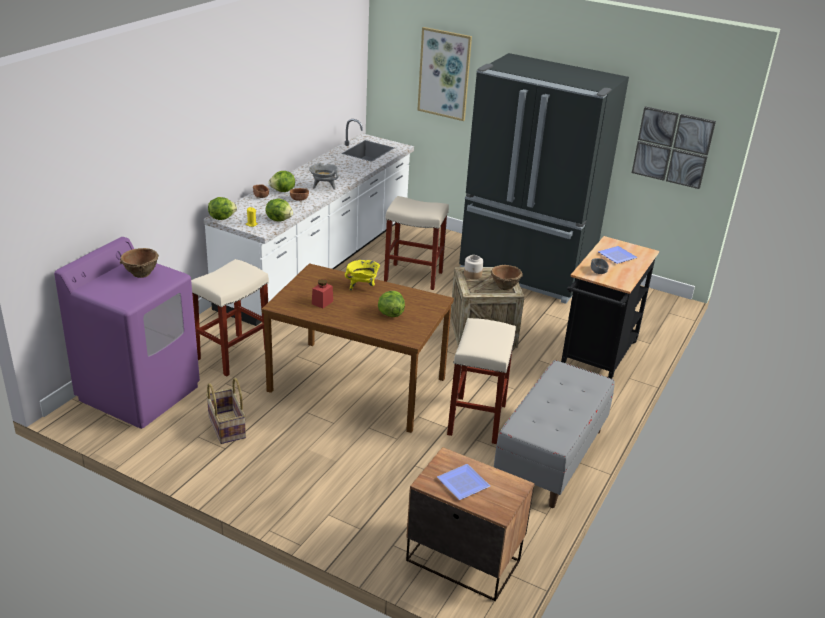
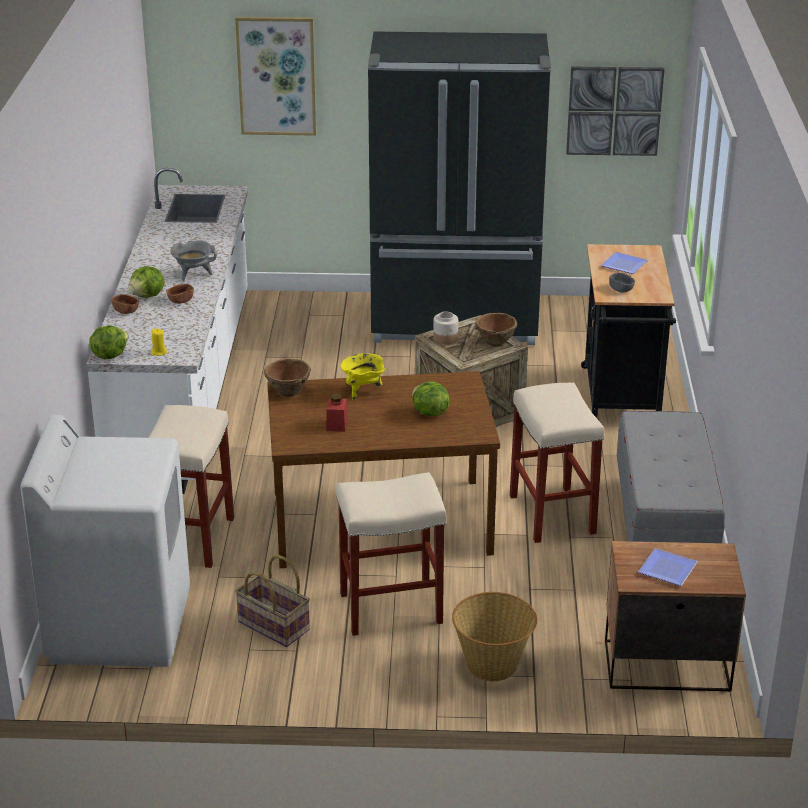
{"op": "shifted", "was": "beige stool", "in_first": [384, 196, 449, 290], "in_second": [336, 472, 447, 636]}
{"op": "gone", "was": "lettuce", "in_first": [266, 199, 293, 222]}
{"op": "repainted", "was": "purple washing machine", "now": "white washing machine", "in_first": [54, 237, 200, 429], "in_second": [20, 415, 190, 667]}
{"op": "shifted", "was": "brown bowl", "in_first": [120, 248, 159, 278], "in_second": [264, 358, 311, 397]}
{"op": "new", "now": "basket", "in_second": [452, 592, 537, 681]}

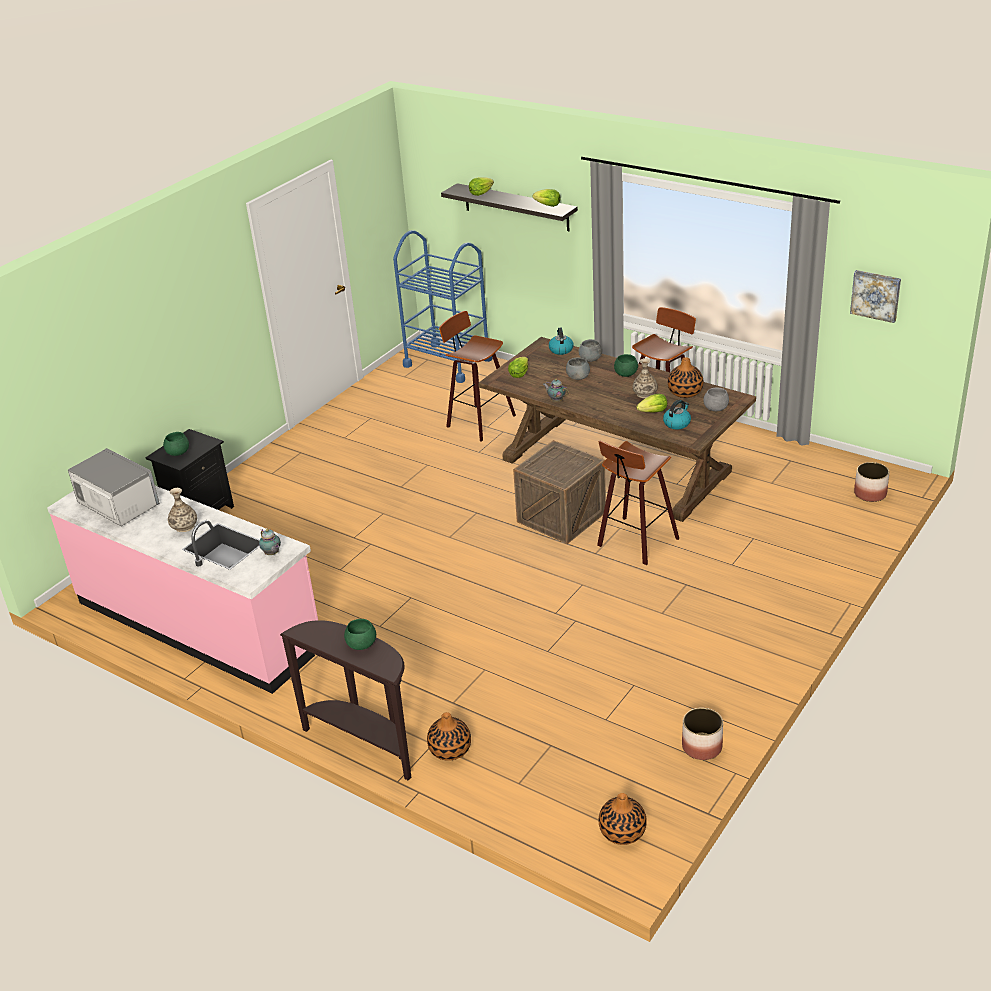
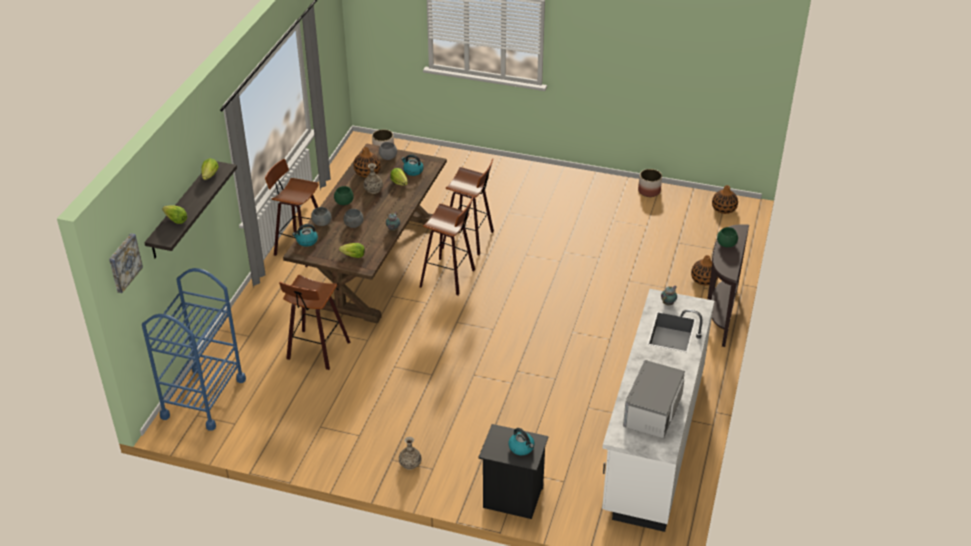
{"op": "shifted", "was": "picture", "in_first": [850, 270, 901, 323], "in_second": [109, 233, 143, 293]}
{"op": "swapped", "was": "green bowl", "now": "kettle", "in_first": [163, 432, 189, 456], "in_second": [508, 428, 535, 455]}
{"op": "swapped", "was": "crate", "now": "stool", "in_first": [513, 440, 606, 544], "in_second": [420, 196, 475, 296]}
{"op": "repainted", "was": "pink counter", "now": "white counter", "in_first": [47, 486, 318, 694], "in_second": [602, 289, 714, 532]}
{"op": "shifted", "was": "vase", "in_first": [168, 488, 197, 532], "in_second": [399, 437, 422, 470]}

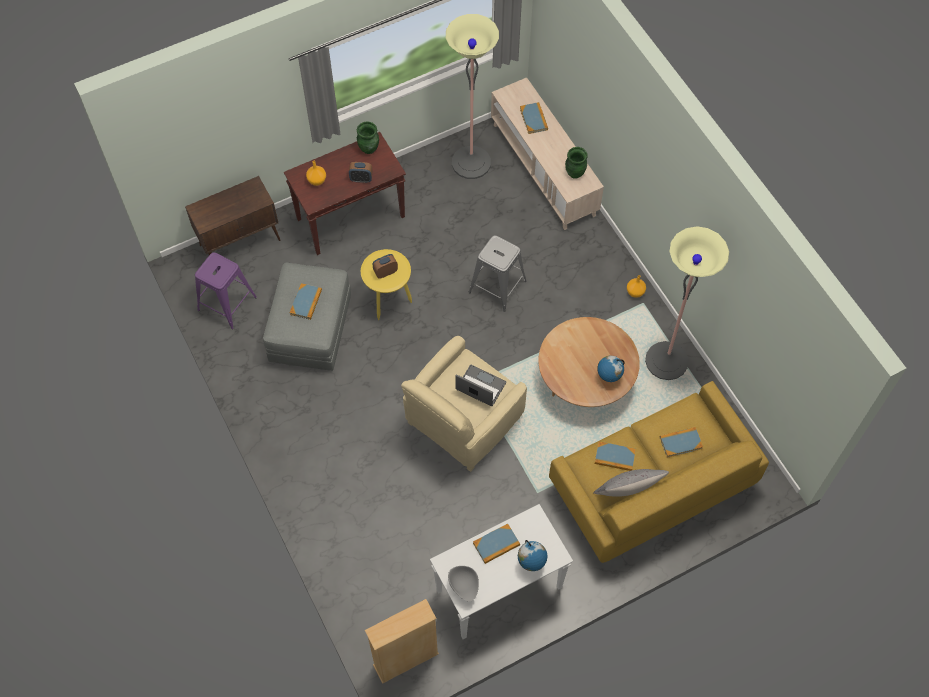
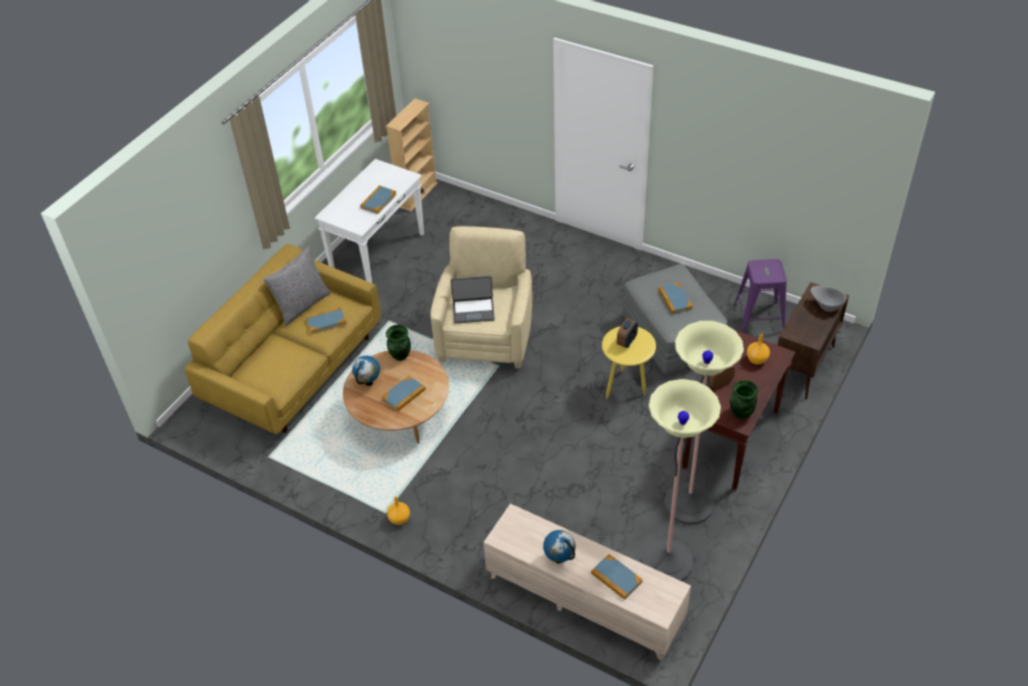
{"op": "shifted", "was": "green vase", "in_first": [565, 147, 588, 179], "in_second": [386, 324, 411, 361]}
{"op": "shifted", "was": "floor lamp", "in_first": [645, 226, 729, 380], "in_second": [665, 321, 744, 524]}
{"op": "gone", "was": "grey stool", "in_first": [469, 235, 527, 312]}
{"op": "shifted", "was": "book", "in_first": [660, 427, 703, 458], "in_second": [382, 376, 426, 412]}
{"op": "shifted", "was": "globe", "in_first": [518, 540, 547, 571], "in_second": [543, 530, 576, 564]}
{"op": "shifted", "was": "grey bowl", "in_first": [448, 566, 479, 602], "in_second": [811, 286, 846, 312]}

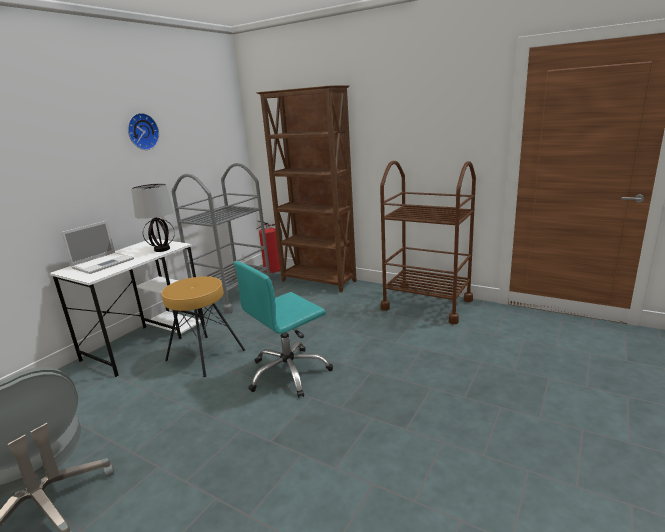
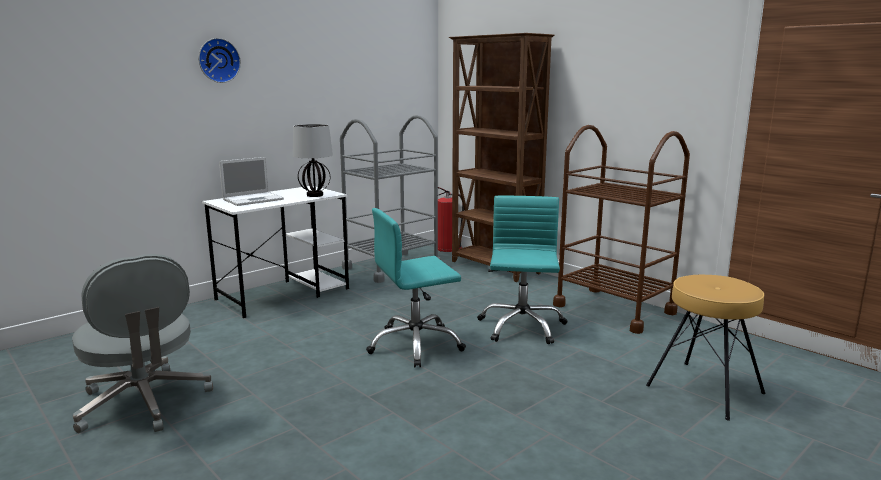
{"op": "shifted", "was": "wall clock", "in_first": [128, 113, 159, 150], "in_second": [199, 38, 241, 83]}
{"op": "shifted", "was": "brown stool", "in_first": [161, 276, 245, 377], "in_second": [646, 275, 766, 421]}
{"op": "new", "now": "turquoise office chair", "in_second": [477, 196, 568, 344]}

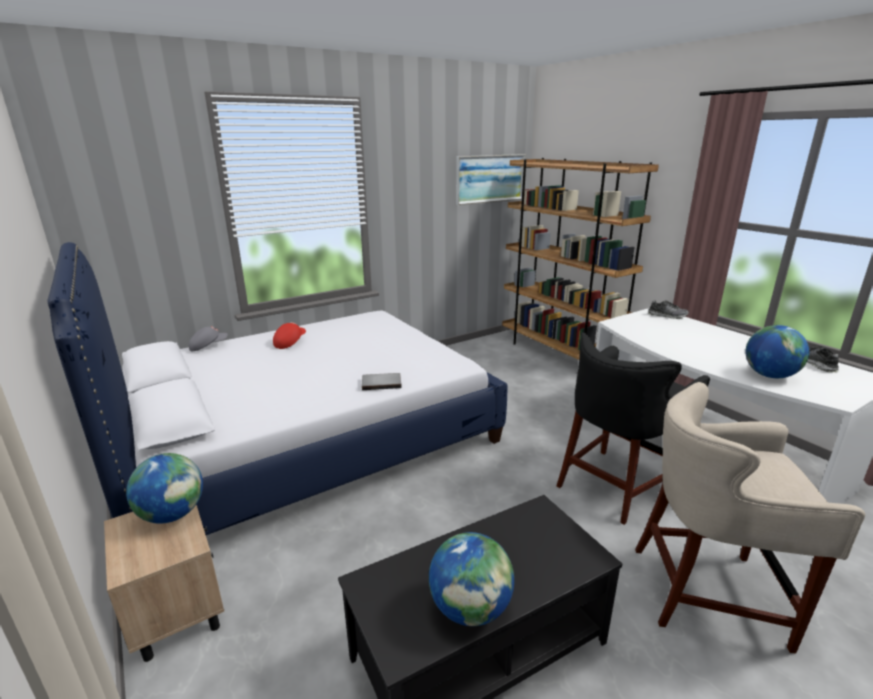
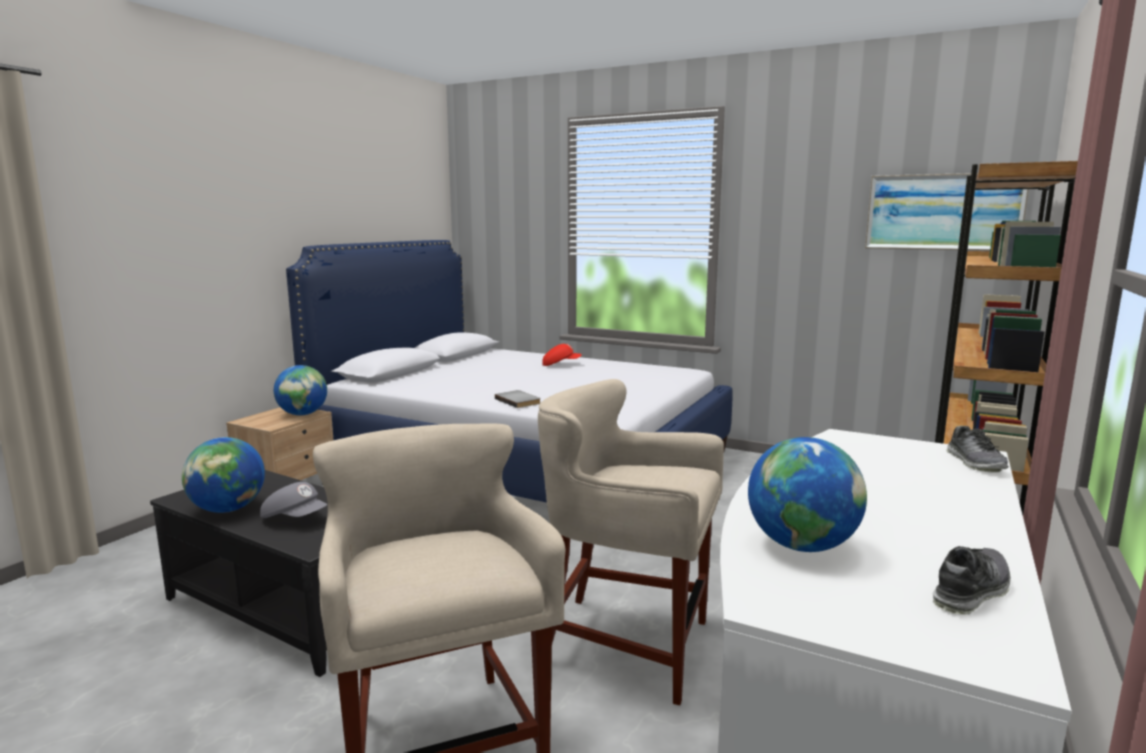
{"op": "shifted", "was": "grey cap", "in_first": [189, 326, 228, 351], "in_second": [260, 482, 328, 518]}
{"op": "repainted", "was": "black stool", "now": "beige stool", "in_first": [556, 332, 710, 525], "in_second": [538, 379, 724, 705]}

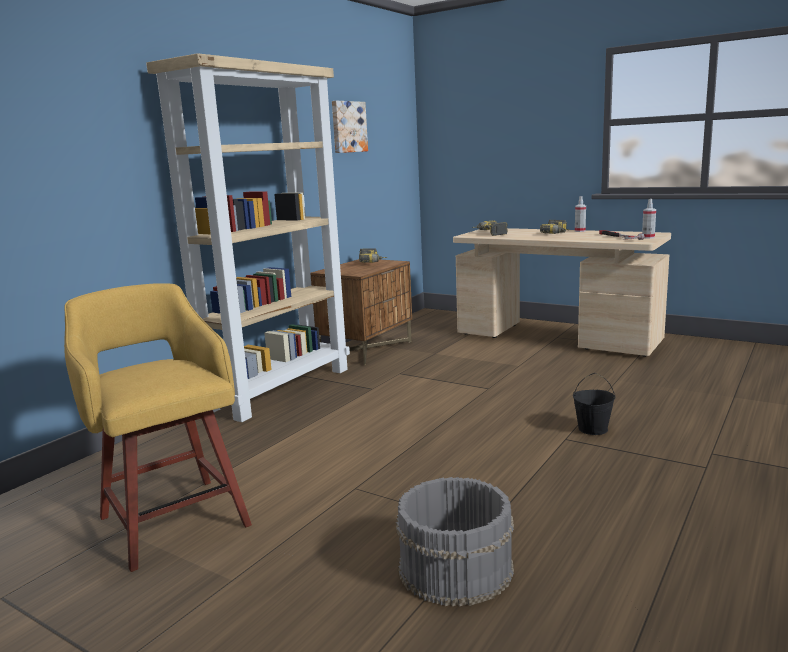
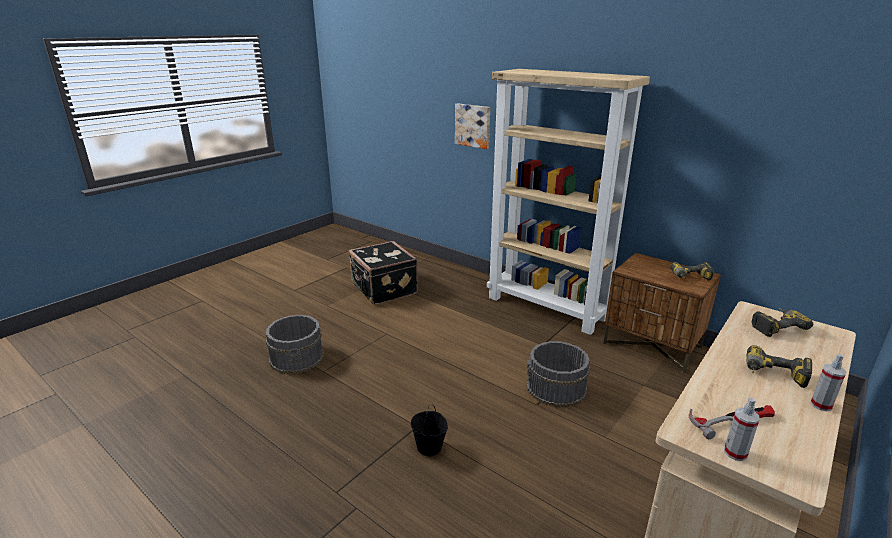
{"op": "shifted", "was": "picture", "in_first": [332, 101, 368, 153], "in_second": [455, 104, 490, 149]}
{"op": "swapped", "was": "yellow stool", "now": "black suitcase", "in_first": [64, 283, 252, 572], "in_second": [349, 241, 418, 305]}
{"op": "new", "now": "grey bucket", "in_second": [526, 341, 590, 407]}

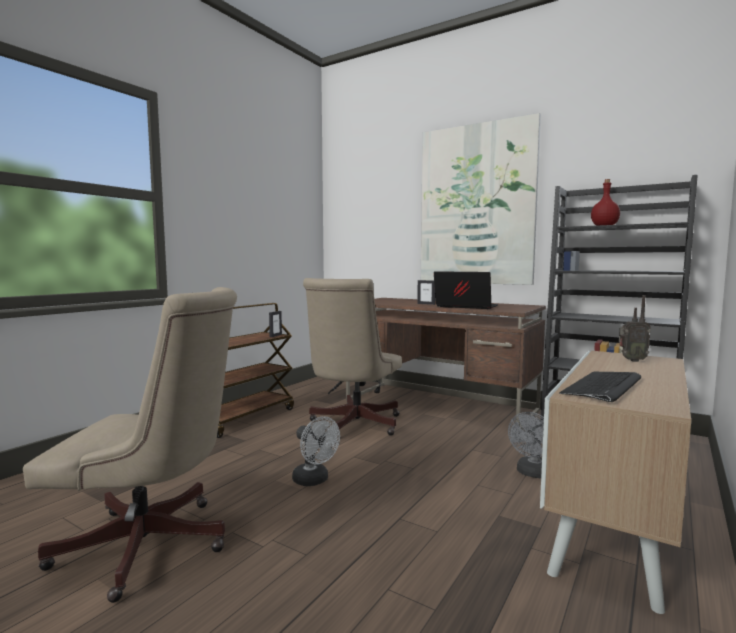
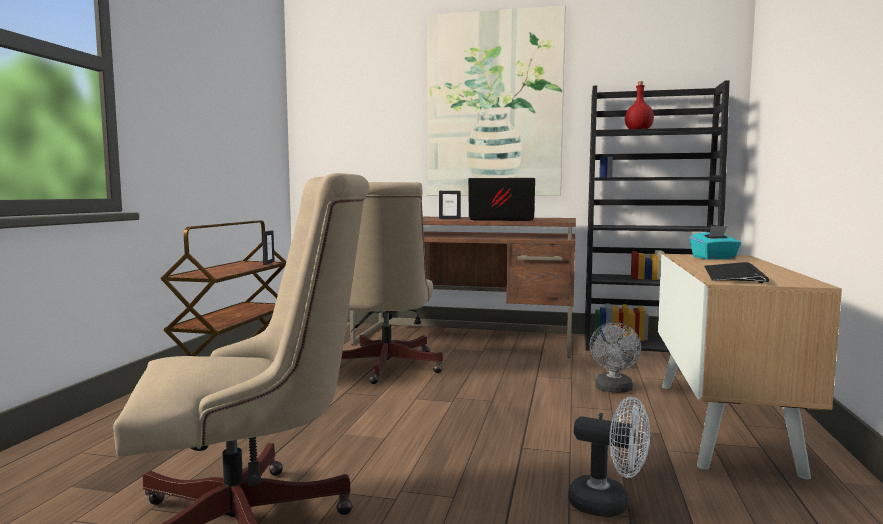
{"op": "swapped", "was": "radio", "now": "turquoise tissue box", "in_first": [619, 295, 651, 362], "in_second": [690, 226, 741, 260]}
{"op": "shifted", "was": "white fan", "in_first": [292, 416, 340, 486], "in_second": [568, 397, 650, 517]}

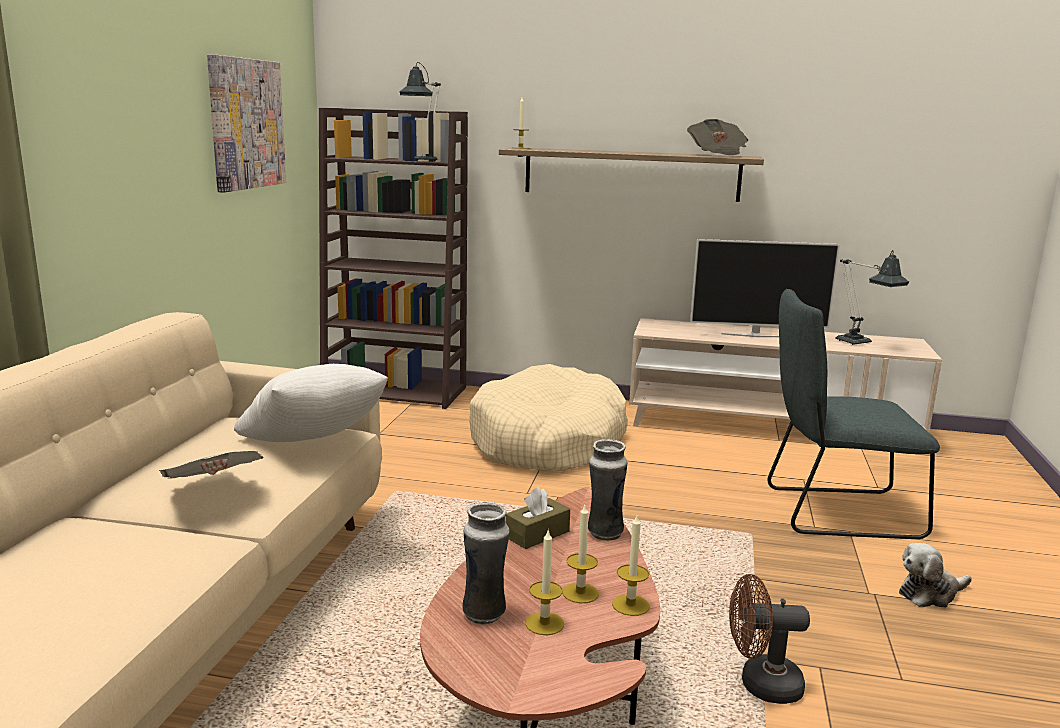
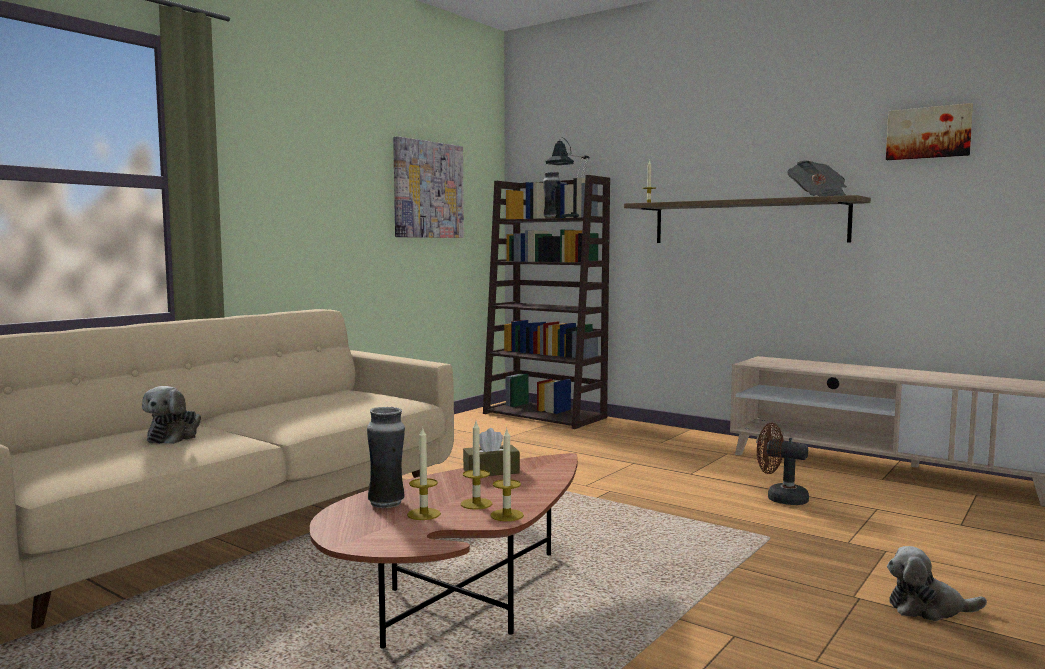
{"op": "gone", "was": "television", "in_first": [690, 239, 840, 337]}
{"op": "gone", "was": "table lamp", "in_first": [835, 250, 909, 345]}
{"op": "gone", "was": "grey chair", "in_first": [767, 289, 940, 539]}
{"op": "gone", "was": "white pillow", "in_first": [234, 364, 388, 442]}
{"op": "gone", "was": "beige dog bed", "in_first": [469, 364, 628, 472]}
{"op": "shifted", "was": "vase", "in_first": [588, 439, 627, 541], "in_second": [543, 172, 560, 218]}
{"op": "gone", "was": "newspaper", "in_first": [159, 451, 263, 479]}
{"op": "shifted", "was": "brown fan", "in_first": [729, 574, 810, 704], "in_second": [757, 423, 809, 505]}
{"op": "new", "now": "picture", "in_second": [886, 103, 973, 160]}
{"op": "new", "now": "plush toy", "in_second": [142, 386, 201, 444]}

